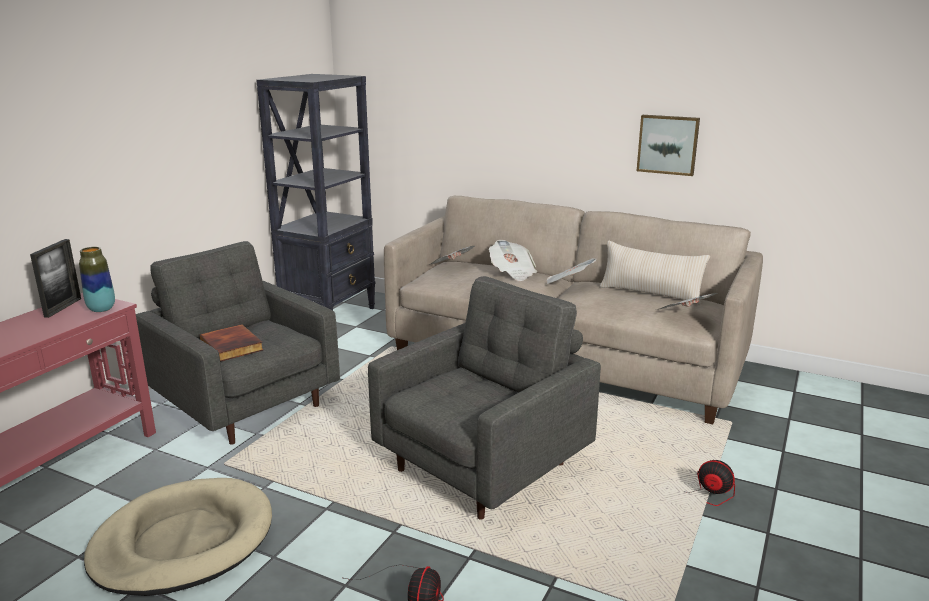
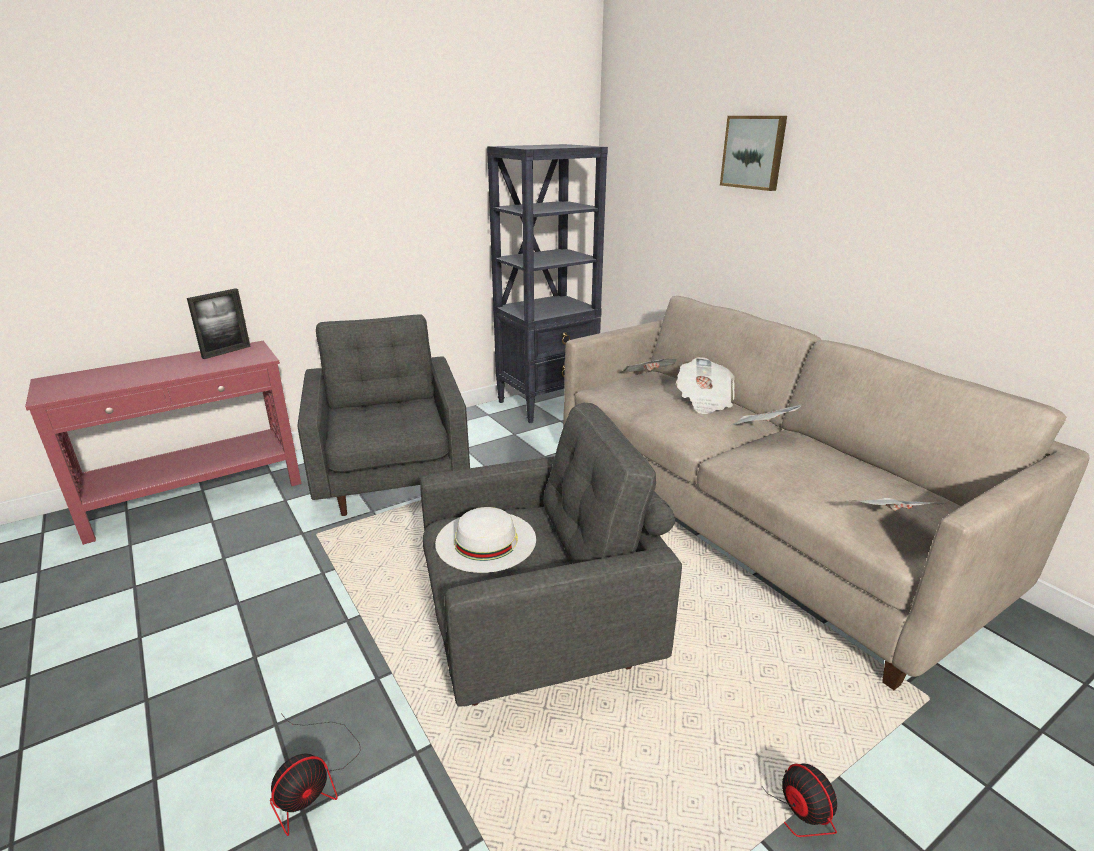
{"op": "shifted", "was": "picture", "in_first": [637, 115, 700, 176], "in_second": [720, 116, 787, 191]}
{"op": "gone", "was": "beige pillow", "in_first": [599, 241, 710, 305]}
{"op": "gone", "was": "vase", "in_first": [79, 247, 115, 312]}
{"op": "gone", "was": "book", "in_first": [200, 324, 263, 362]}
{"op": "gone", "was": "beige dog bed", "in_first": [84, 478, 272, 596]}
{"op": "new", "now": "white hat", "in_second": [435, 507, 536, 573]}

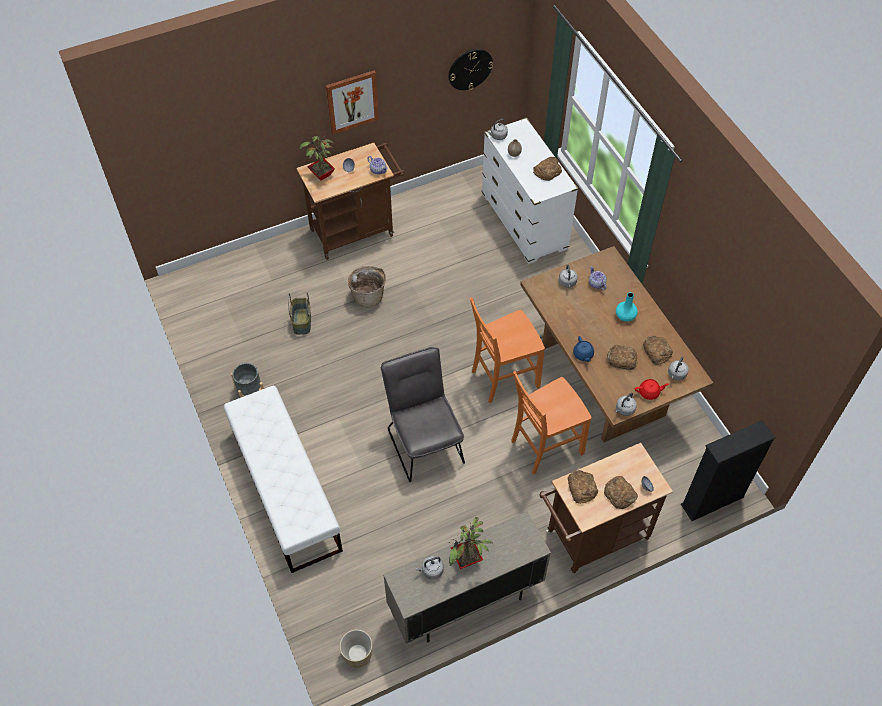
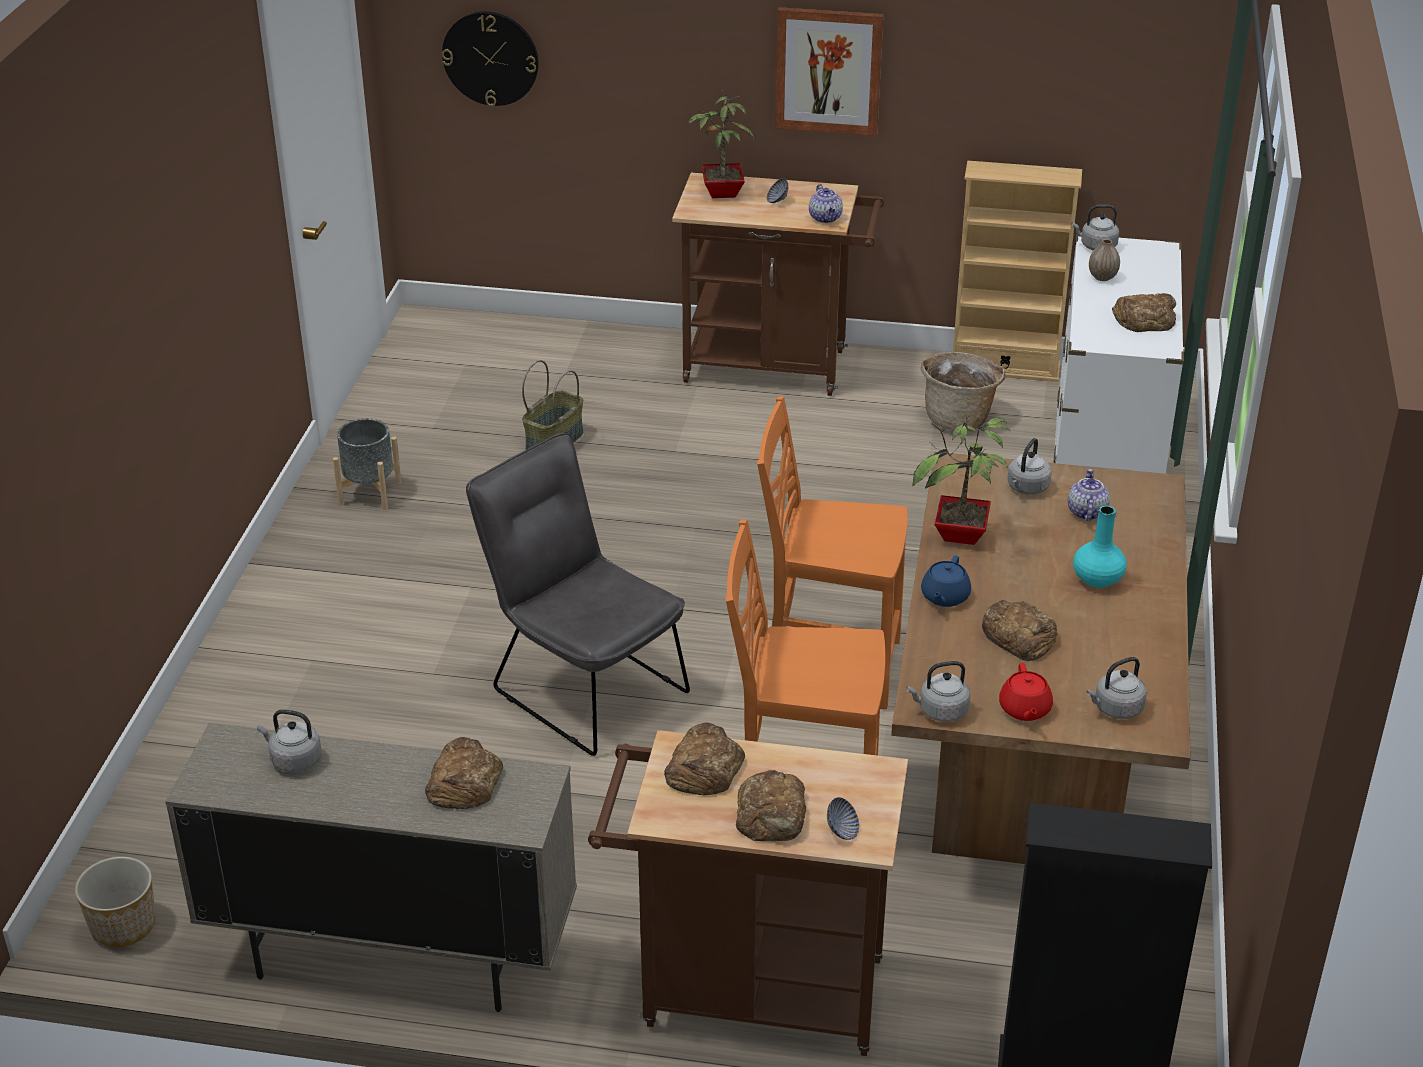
{"op": "shifted", "was": "wall clock", "in_first": [449, 49, 493, 90], "in_second": [442, 11, 539, 106]}
{"op": "shifted", "was": "basket", "in_first": [348, 266, 386, 307], "in_second": [921, 352, 1005, 431]}
{"op": "shifted", "was": "bread", "in_first": [643, 336, 673, 365], "in_second": [425, 737, 503, 809]}
{"op": "rotated", "was": "grey chair", "in_first": [381, 347, 465, 482], "in_second": [466, 433, 690, 756], "clockwise": -60}
{"op": "rotated", "was": "red teapot", "in_first": [635, 379, 669, 400], "in_second": [999, 663, 1053, 721], "clockwise": 60}
{"op": "gone", "was": "white bench", "in_first": [224, 385, 343, 573]}
{"op": "shifted", "was": "potted plant", "in_first": [449, 517, 493, 569], "in_second": [912, 411, 1011, 545]}
{"op": "new", "now": "beige bookcase", "in_second": [952, 161, 1082, 382]}

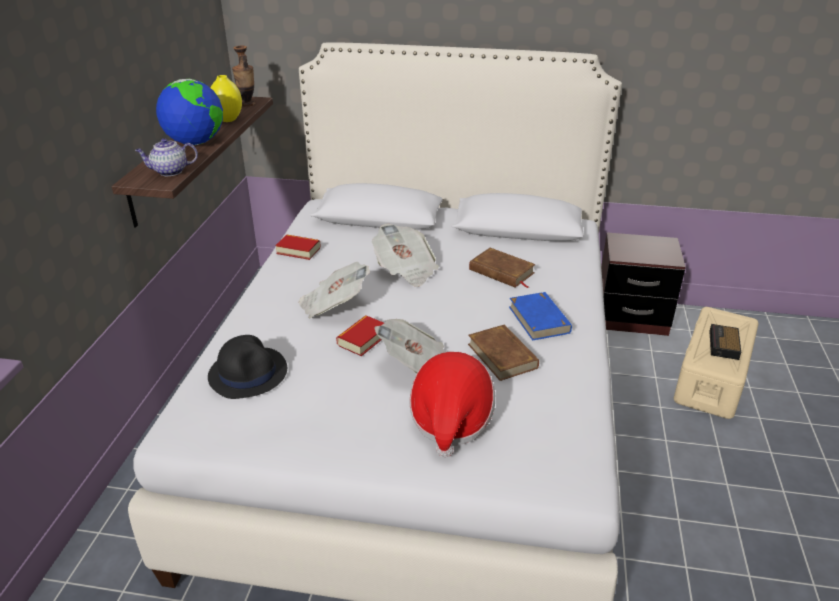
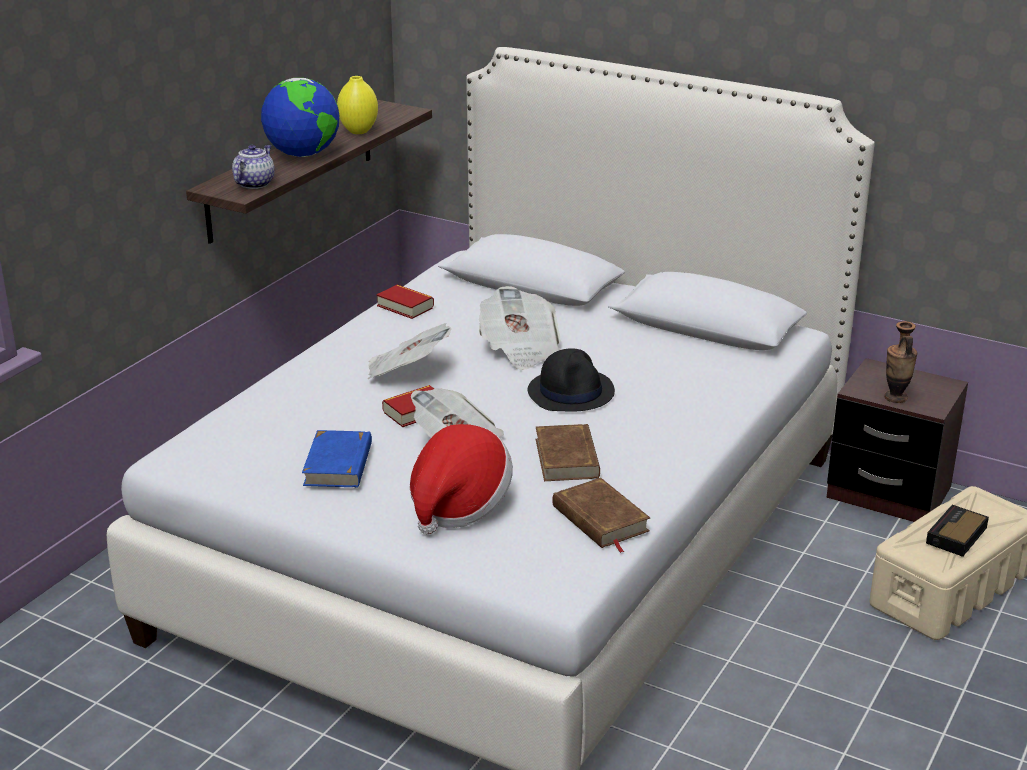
{"op": "shifted", "was": "vase", "in_first": [232, 45, 256, 106], "in_second": [884, 321, 917, 403]}
{"op": "rotated", "was": "teapot", "in_first": [135, 138, 198, 176], "in_second": [232, 145, 275, 189], "clockwise": 105}
{"op": "shifted", "was": "brown book", "in_first": [469, 248, 536, 288], "in_second": [552, 478, 650, 553]}
{"op": "shifted", "was": "blue book", "in_first": [509, 292, 572, 340], "in_second": [302, 430, 372, 488]}
{"op": "shifted", "was": "black hat", "in_first": [208, 335, 287, 399], "in_second": [528, 348, 615, 412]}

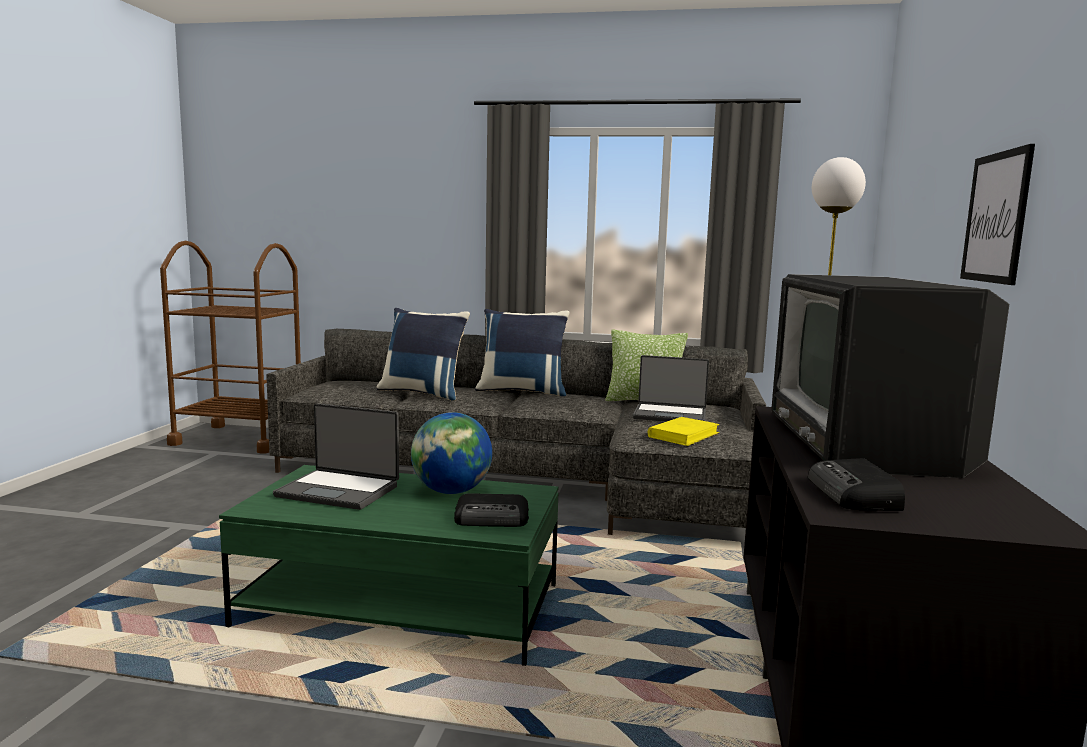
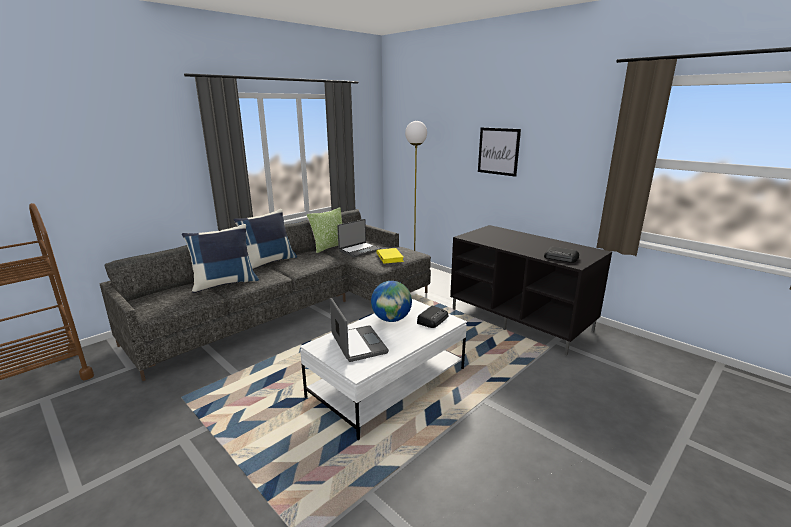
{"op": "gone", "was": "television", "in_first": [771, 274, 1009, 478]}
{"op": "rotated", "was": "laptop", "in_first": [273, 403, 399, 510], "in_second": [330, 298, 389, 362], "clockwise": -75}
{"op": "repainted", "was": "green coffee table", "now": "white coffee table", "in_first": [219, 465, 559, 666], "in_second": [300, 299, 467, 440]}

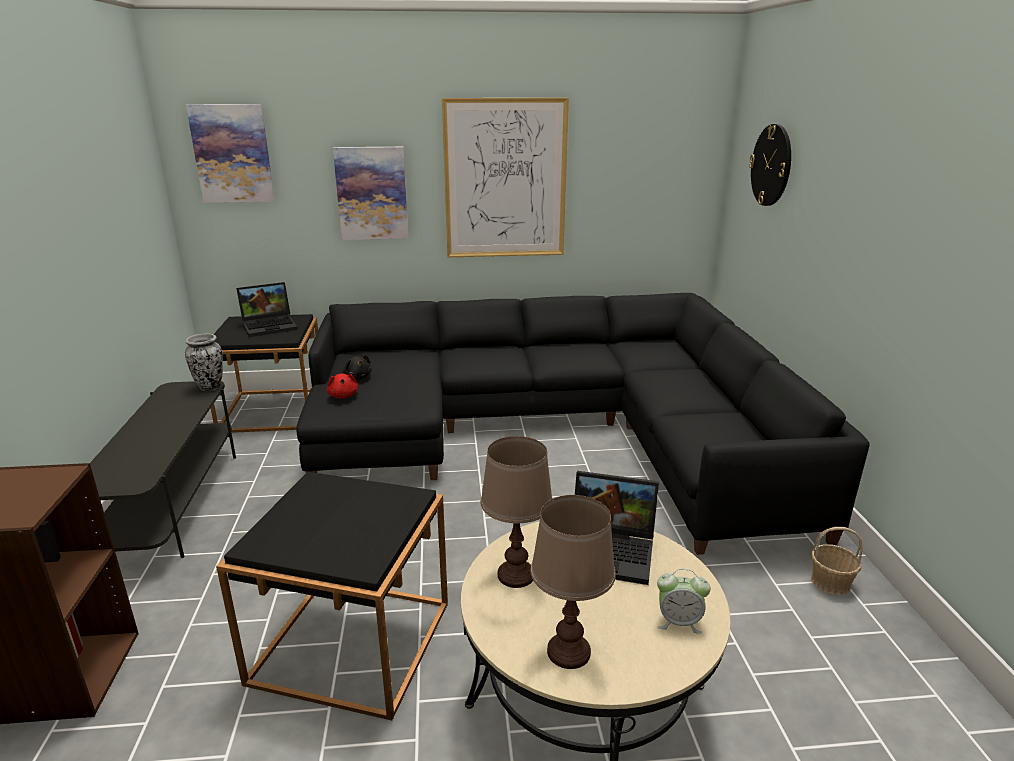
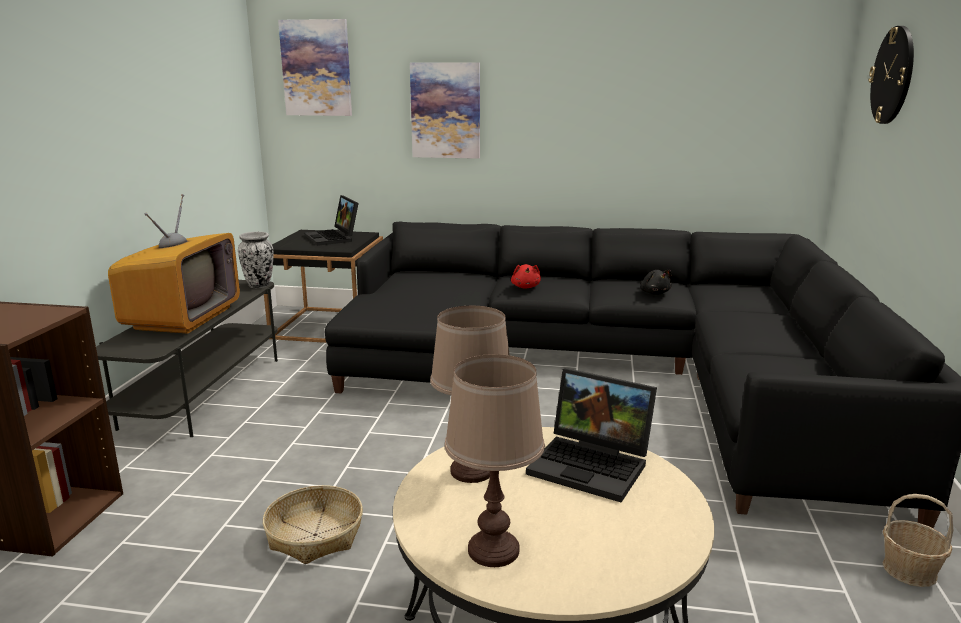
{"op": "gone", "was": "picture", "in_first": [442, 98, 569, 258]}
{"op": "rotated", "was": "laptop", "in_first": [236, 282, 298, 337], "in_second": [305, 195, 359, 246], "clockwise": 75}
{"op": "shifted", "was": "black plush toy", "in_first": [342, 356, 372, 380], "in_second": [640, 270, 672, 295]}
{"op": "shifted", "was": "red plush toy", "in_first": [327, 374, 358, 398], "in_second": [511, 264, 541, 289]}
{"op": "swapped", "was": "black side table", "now": "basket", "in_first": [216, 472, 448, 721], "in_second": [263, 485, 363, 564]}
{"op": "gone", "was": "alarm clock", "in_first": [657, 569, 711, 634]}
{"op": "new", "now": "television", "in_second": [108, 194, 240, 334]}

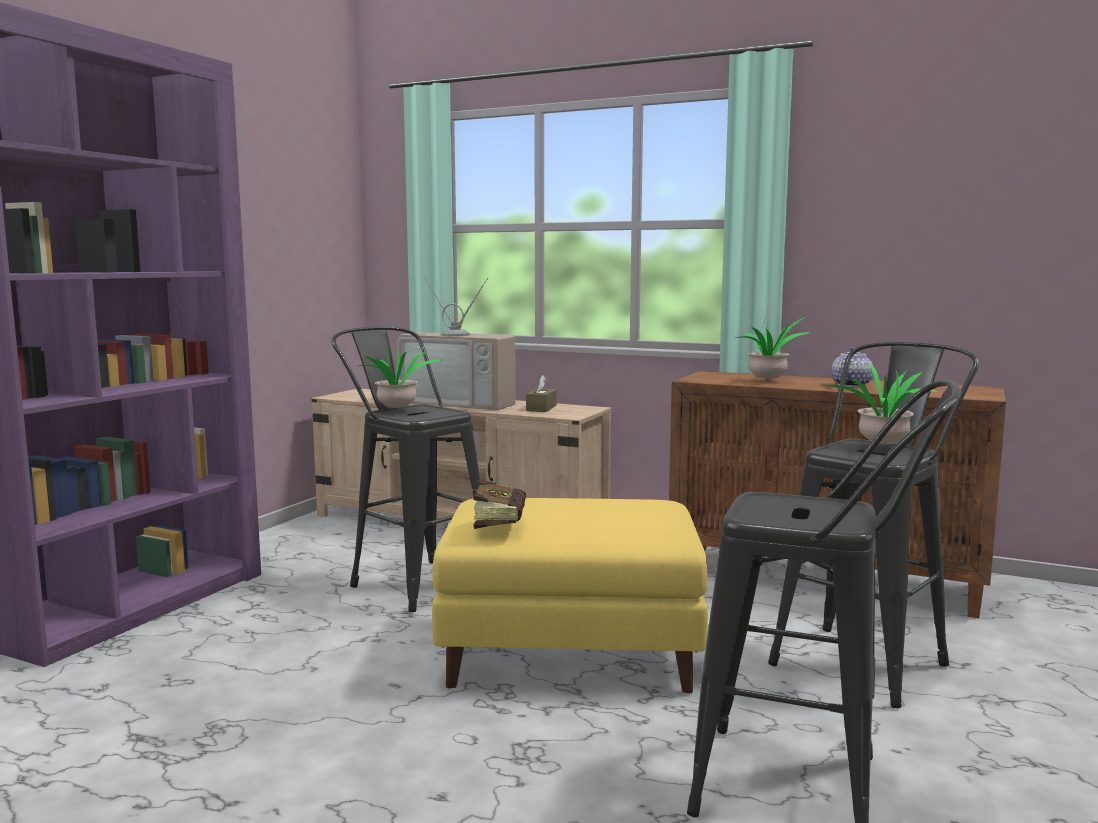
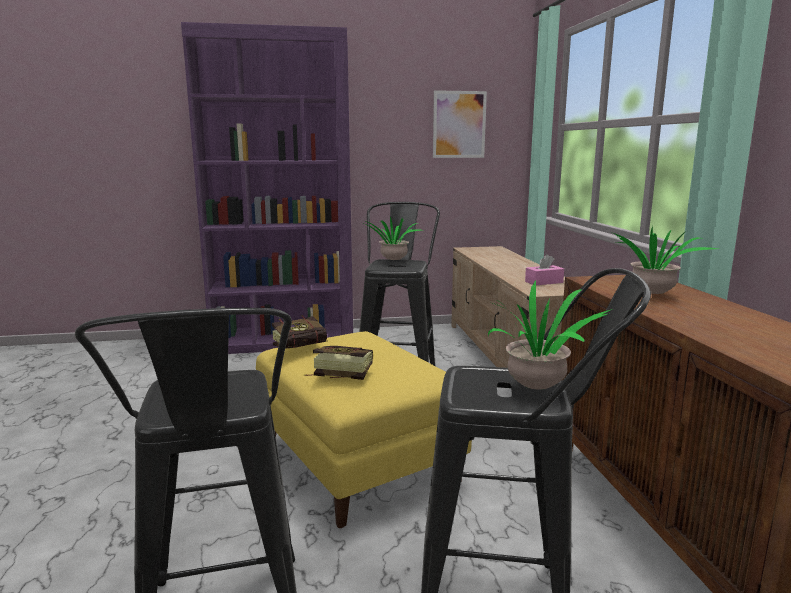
{"op": "gone", "was": "television", "in_first": [397, 277, 515, 410]}
{"op": "gone", "was": "teapot", "in_first": [832, 347, 873, 387]}
{"op": "repainted", "was": "brown tissue box", "now": "pink tissue box", "in_first": [526, 375, 556, 412], "in_second": [525, 254, 564, 285]}
{"op": "new", "now": "picture", "in_second": [433, 90, 487, 158]}
{"op": "new", "now": "book", "in_second": [304, 346, 373, 380]}

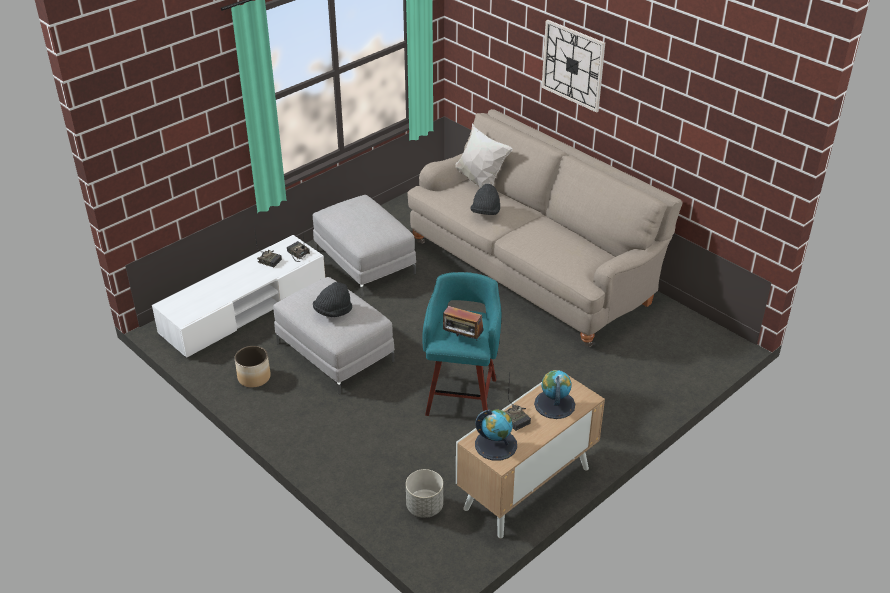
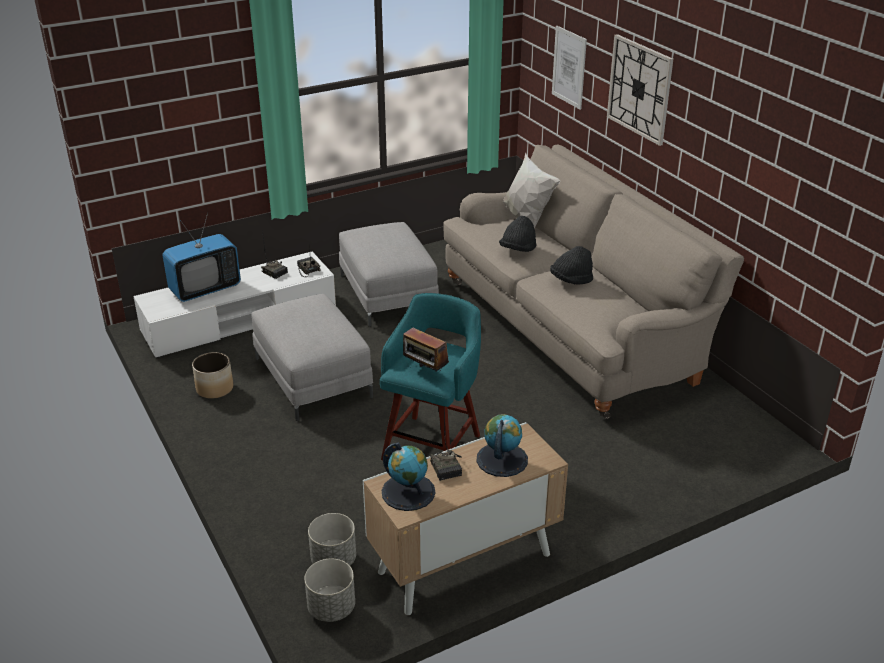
{"op": "shifted", "was": "black hat", "in_first": [313, 282, 352, 317], "in_second": [550, 246, 593, 285]}
{"op": "new", "now": "picture", "in_second": [552, 26, 587, 110]}
{"op": "new", "now": "television", "in_second": [163, 213, 241, 302]}
{"op": "new", "now": "grey planter", "in_second": [304, 559, 355, 622]}

